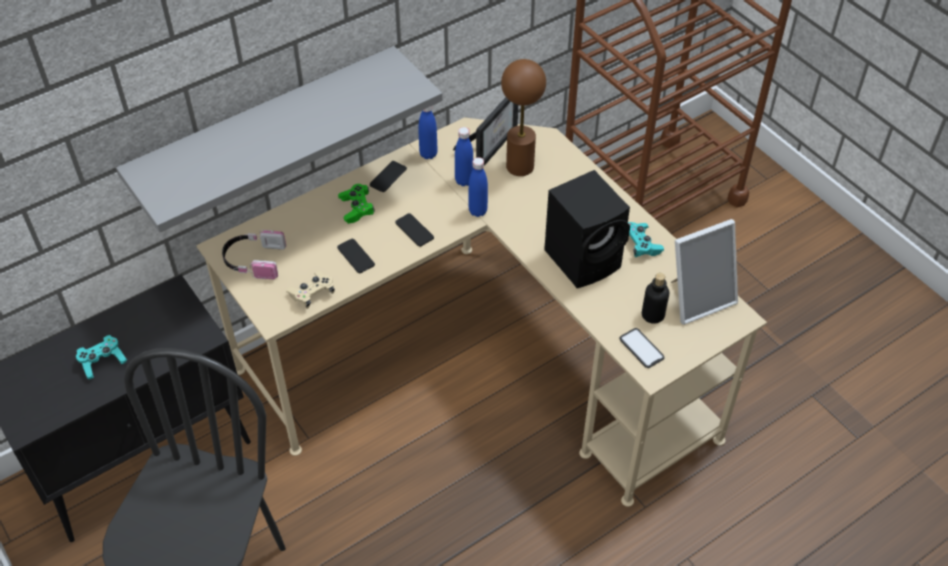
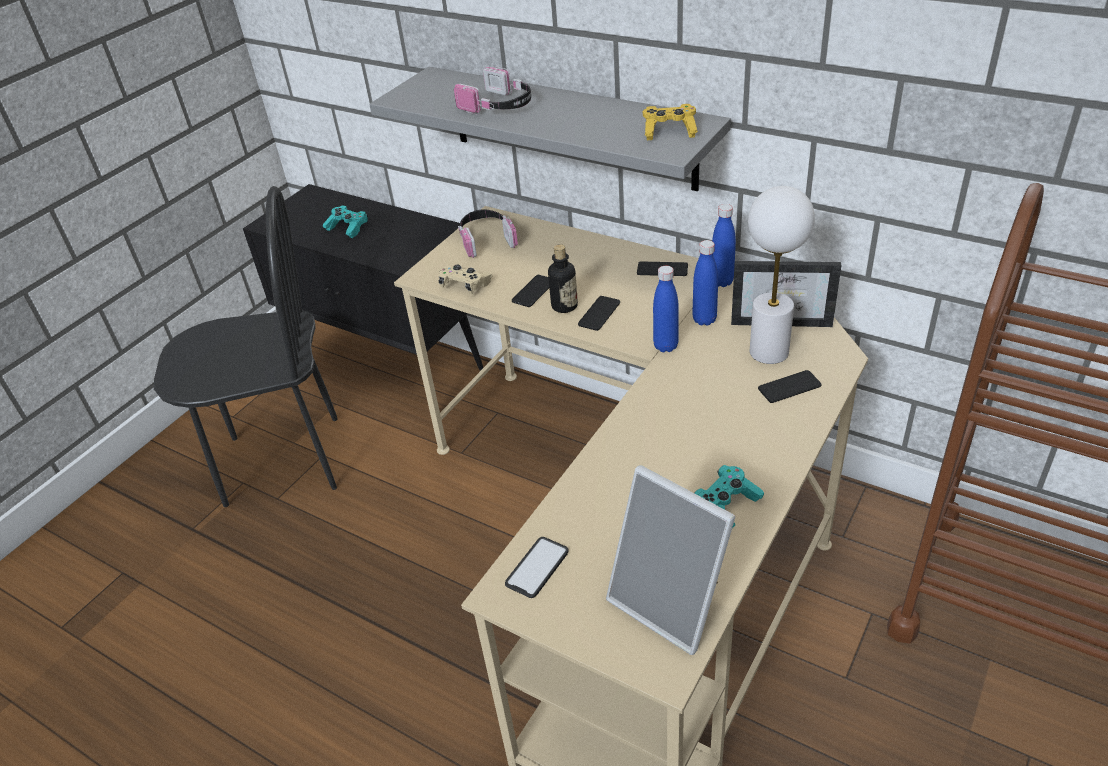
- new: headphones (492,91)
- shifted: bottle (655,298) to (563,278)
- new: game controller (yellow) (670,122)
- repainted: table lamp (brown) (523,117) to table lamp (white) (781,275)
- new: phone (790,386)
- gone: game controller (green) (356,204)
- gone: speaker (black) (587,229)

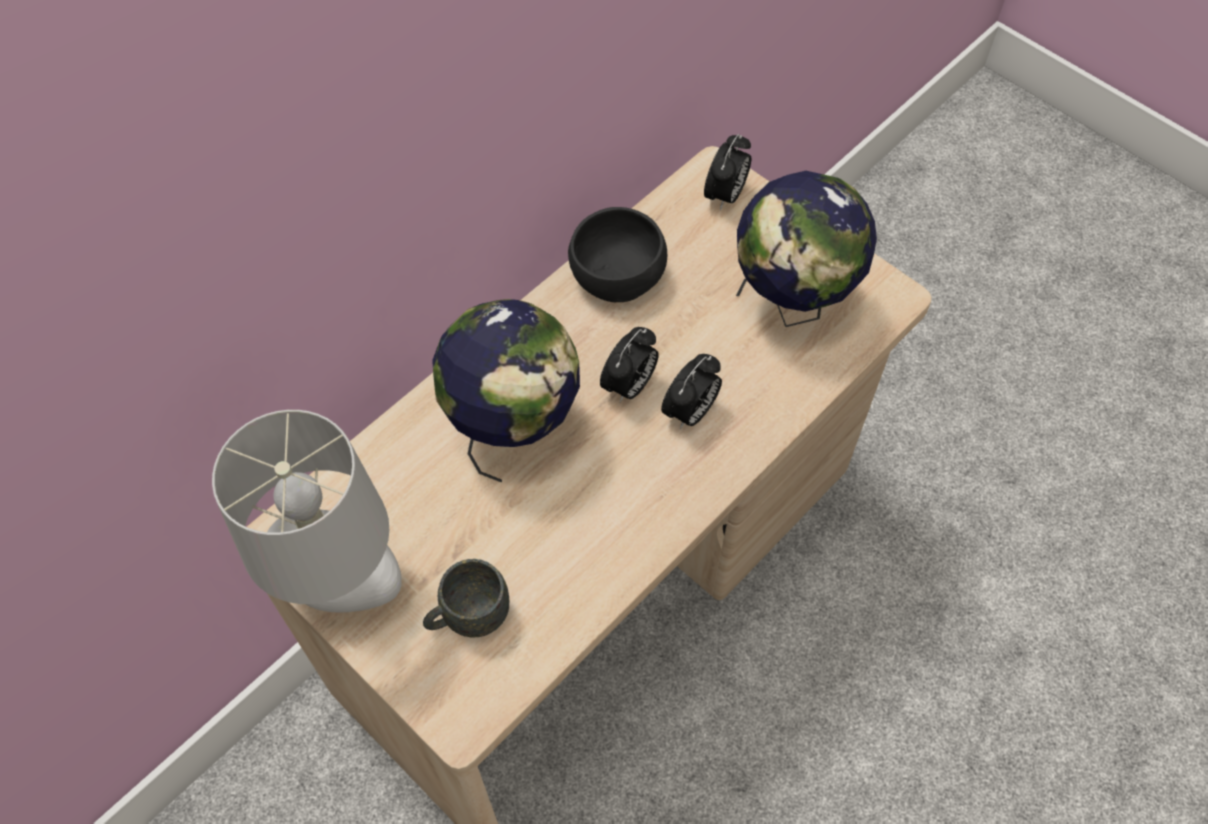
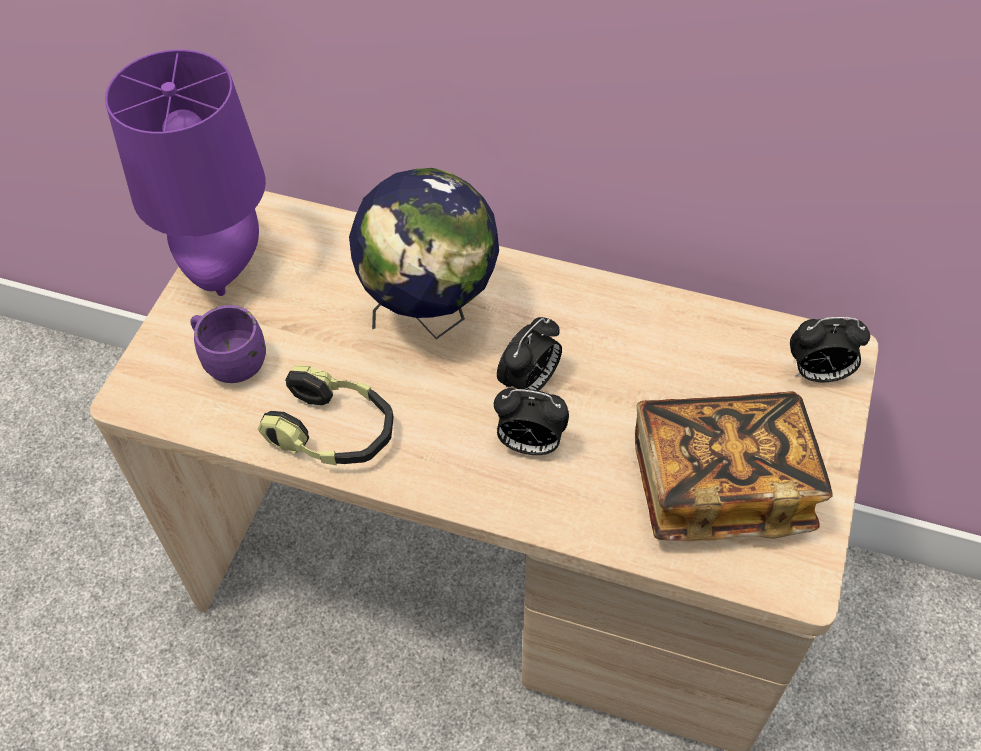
- repainted: table lamp (grey) (307,511) to table lamp (purple) (185,172)
- repainted: mug (grey) (466,598) to mug (purple) (228,344)
- new: headphones (326,415)
- rotated: alarm clock (629,365) = (529,354) 60 degrees counterclockwise
- swapped: globe (806,249) to book (734,466)
- gone: bowl (black) (617,254)

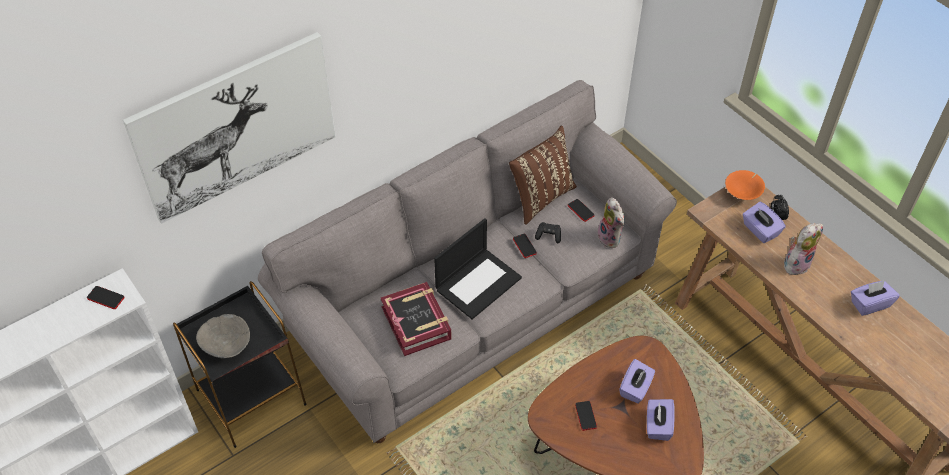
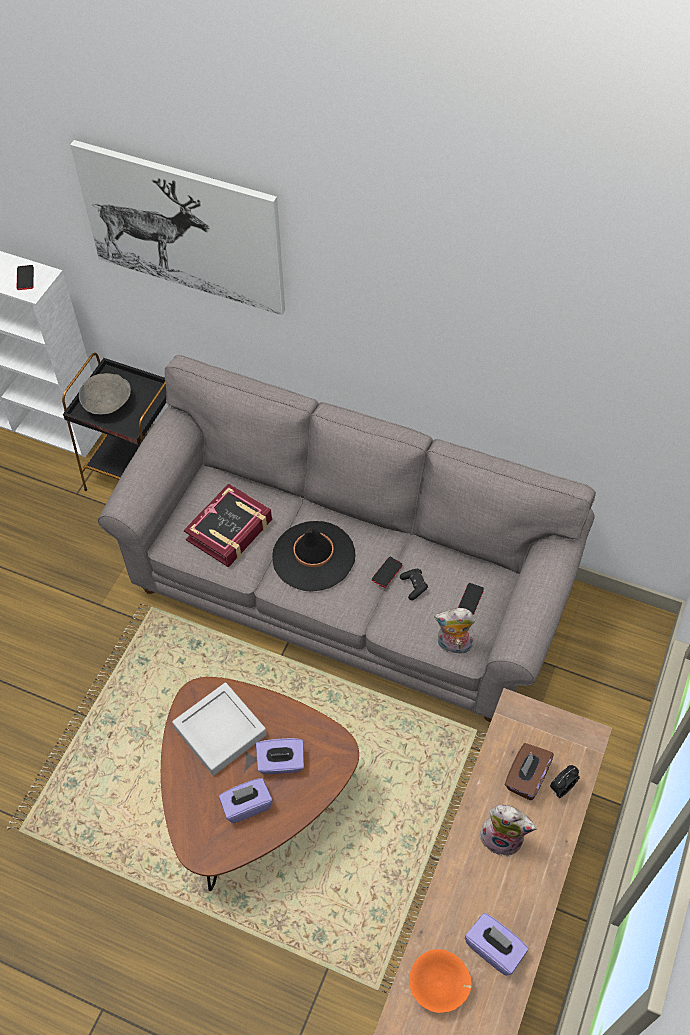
- swapped: phone (586,416) to tray (grey) (219,729)
- swapped: laptop (478,268) to hat (black) (314,556)
- shifted: bowl (orange) (745,185) to (440,981)
- rotated: plush toy (611,222) = (454,632) 60 degrees clockwise
- repainted: tissue box (purple) (764,222) to tissue box (brown) (529,771)
- gone: pillow (brown) (543,175)

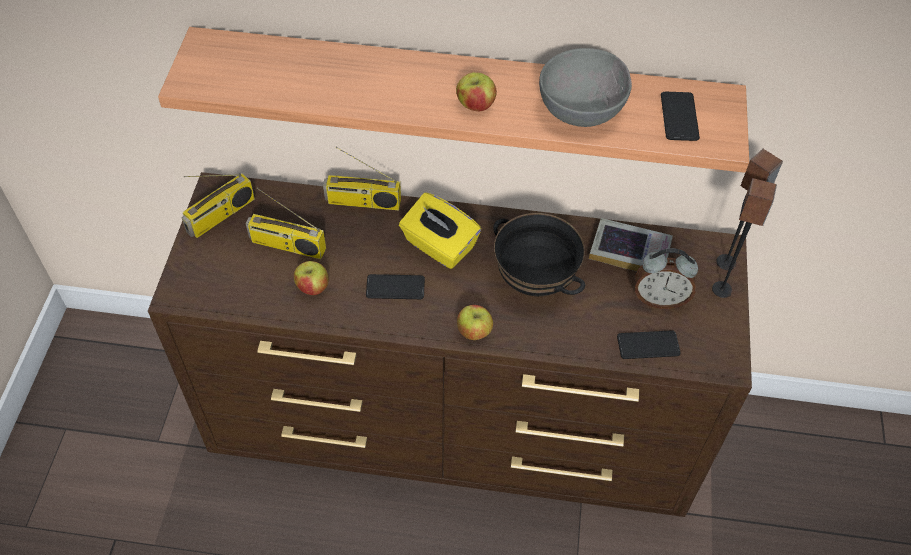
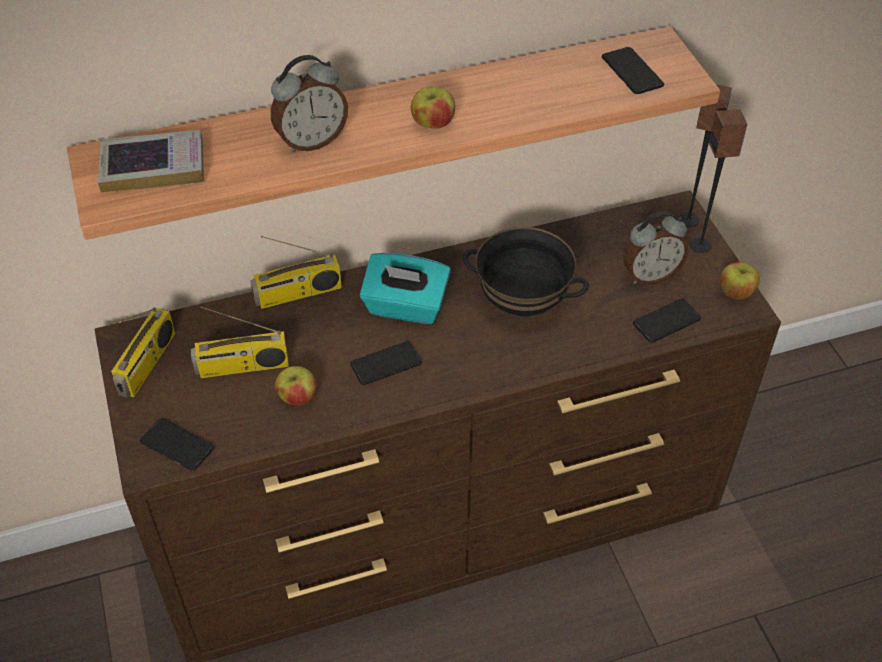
- shifted: book (631,244) to (151,161)
- new: phone (177,444)
- new: alarm clock (309,104)
- repainted: tissue box (yellow) (440,230) to tissue box (turquoise) (405,288)
- shifted: apple (475,322) to (740,281)
- gone: bowl (grey) (585,87)

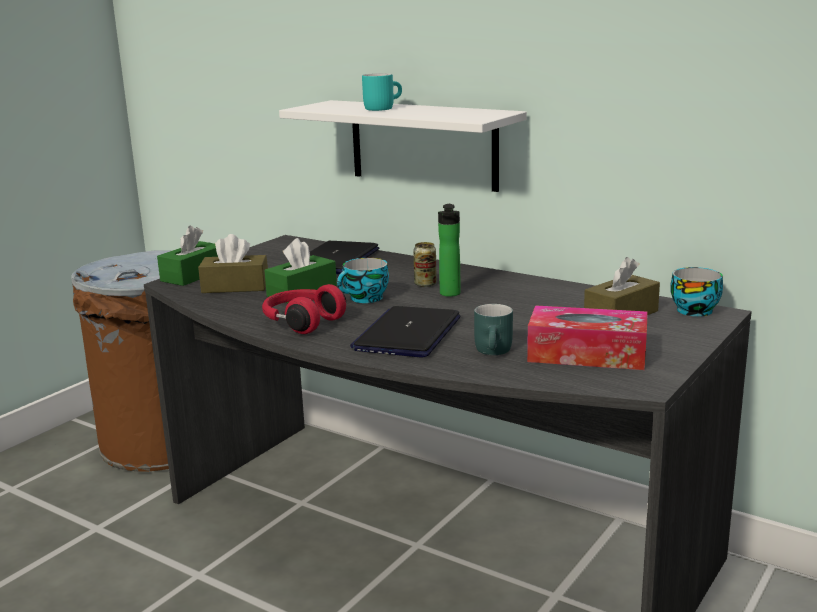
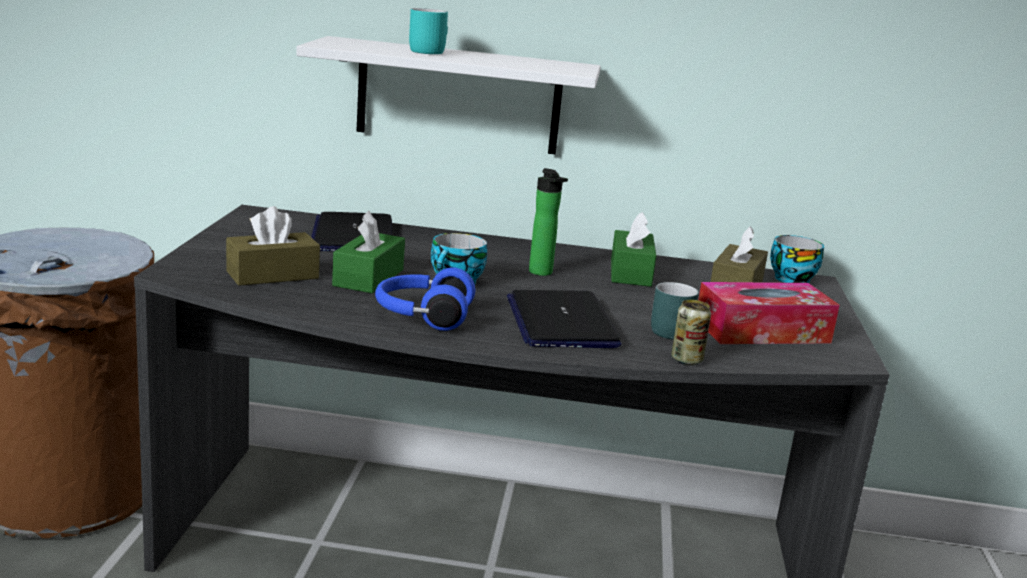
- repainted: headphones (red) (304,309) to headphones (blue) (425,299)
- shifted: tissue box (green) (187,256) to (633,249)
- shifted: can (425,264) to (691,332)

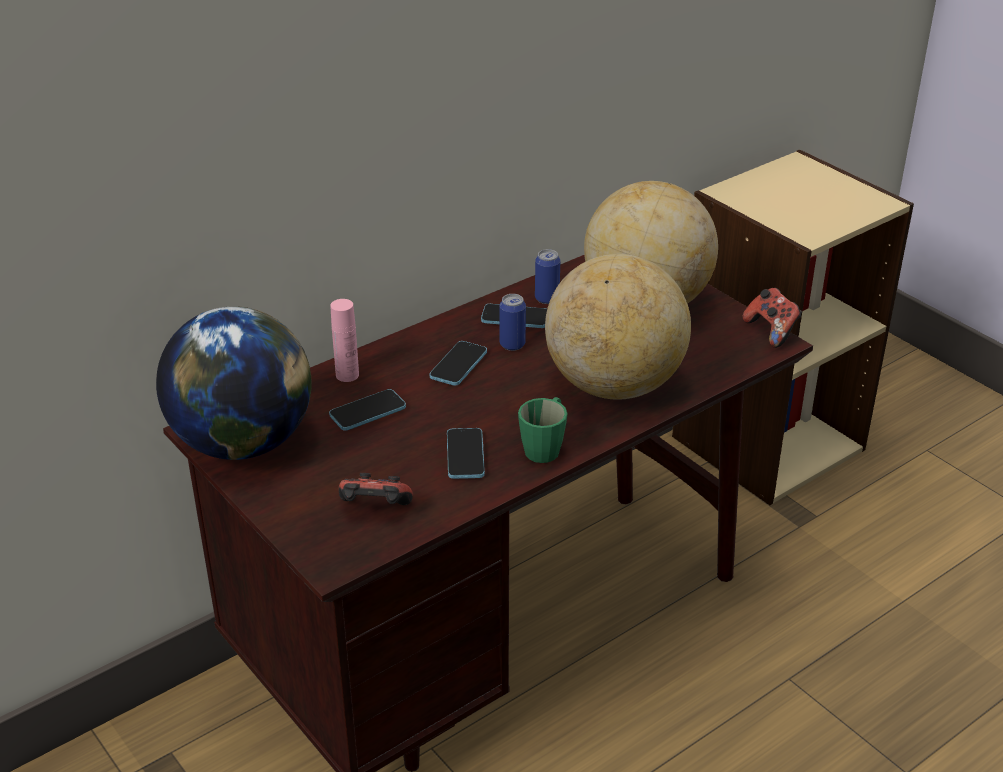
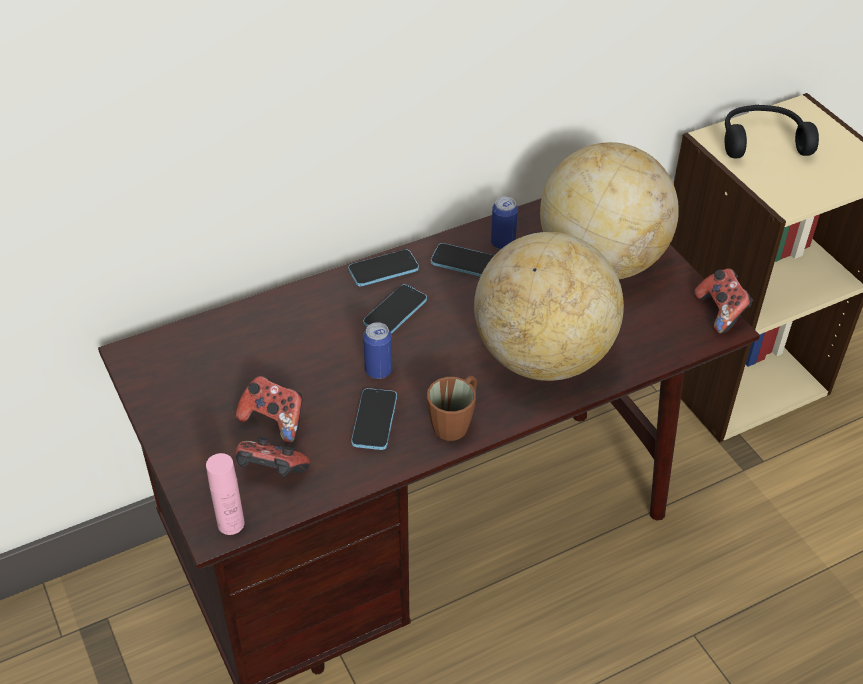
- shifted: bottle (pink) (344,340) to (225,494)
- new: game controller (269,409)
- shifted: phone (367,410) to (383,267)
- shifted: can (513,322) to (377,350)
- repainted: mug (green) (543,430) to mug (brown) (452,408)
- new: headphones (black) (772,131)
- gone: globe (234,383)

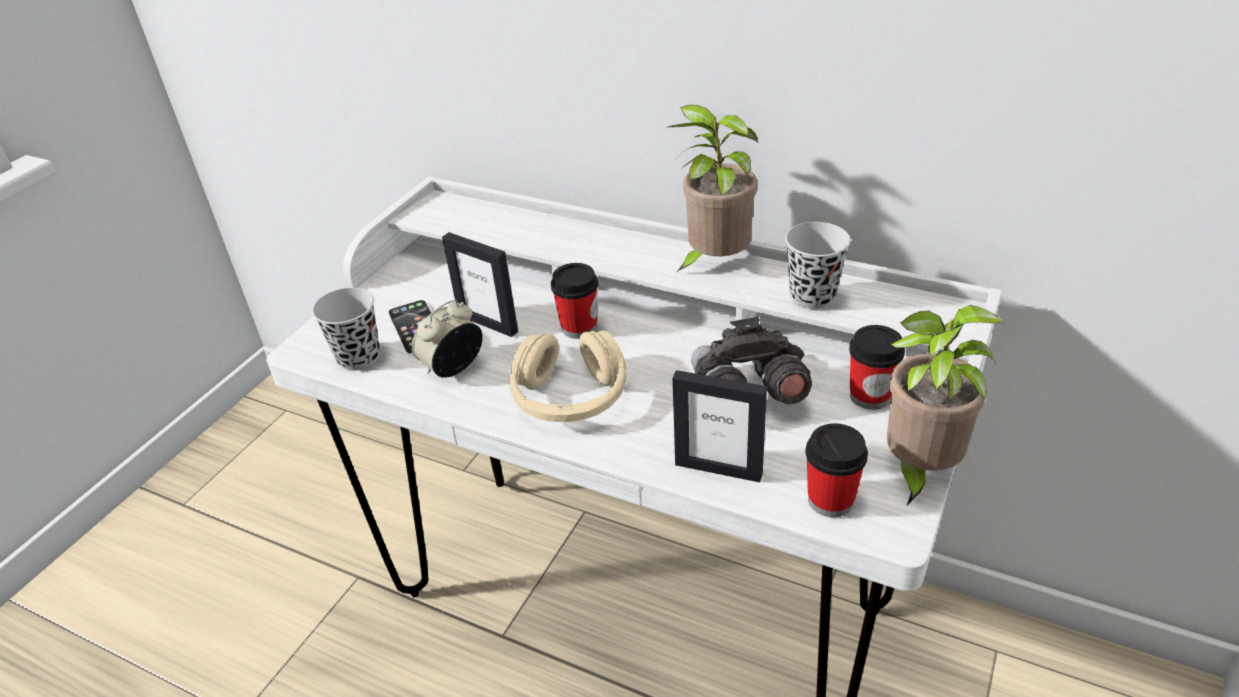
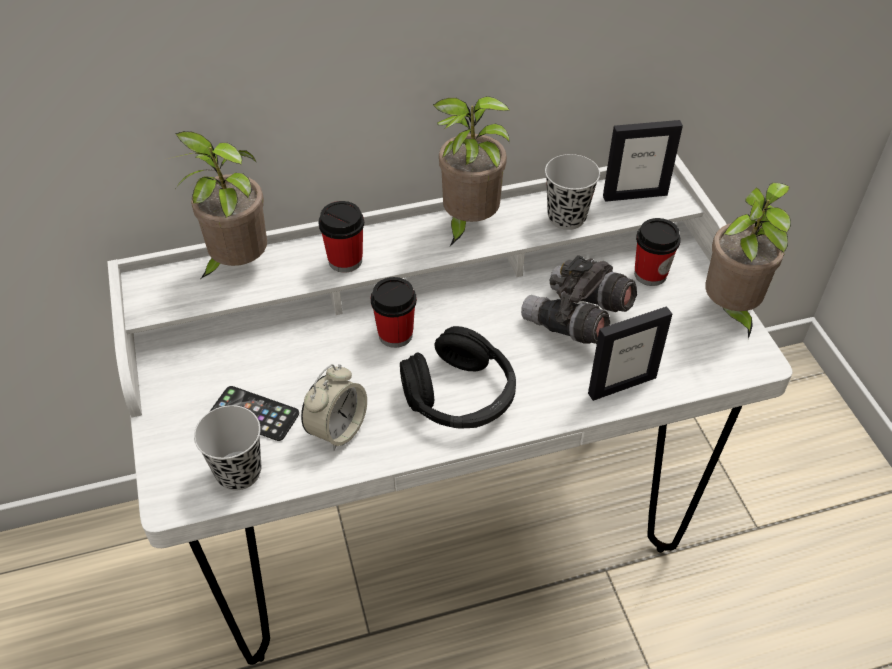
- new: potted plant (217,205)
- rotated: alarm clock (447,339) = (334,407) 150 degrees counterclockwise
- shifted: cup (836,470) to (341,237)
- repainted: headphones (beige) (567,376) to headphones (black) (458,377)
- shifted: picture frame (480,284) to (643,161)

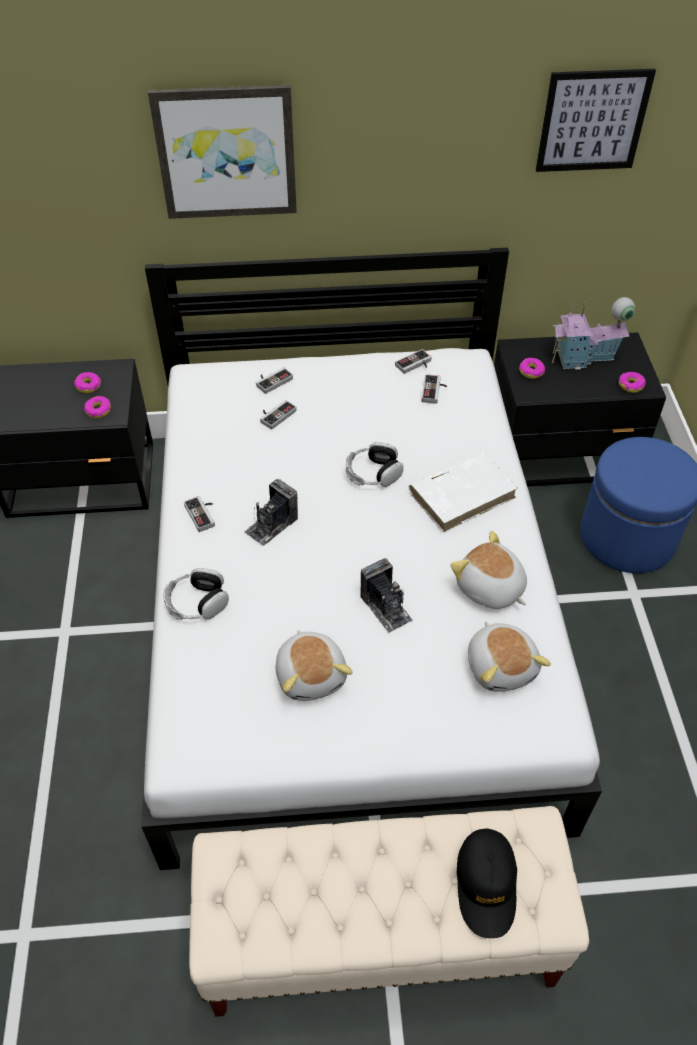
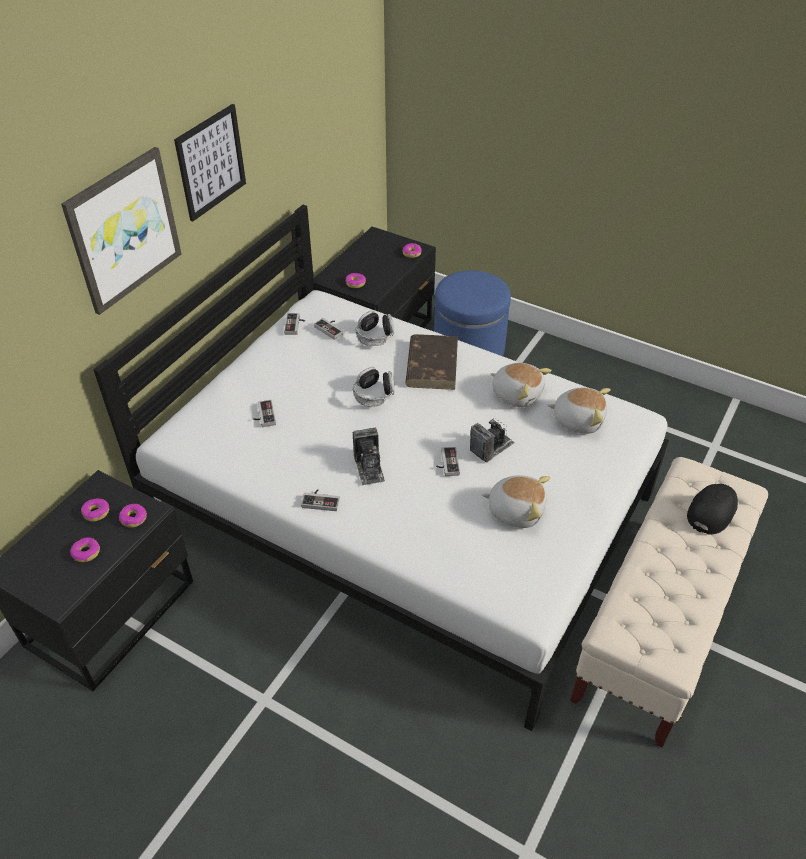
- new: donut (85,549)
- shifted: picture (596,120) to (210,163)
- shifted: headphones (196,594) to (375,328)
- repainted: book (white) (463,492) to book (brown) (431,362)
- shifted: game controller (274,380) to (448,461)
- rotated: photo camera (386,595) = (492,440) 45 degrees counterclockwise
- rotated: plush toy (488,570) = (521,385) 135 degrees counterclockwise
- rotated: cap (black) (487,883) = (712,509) 90 degrees counterclockwise
- gone: toy house (593,333)

